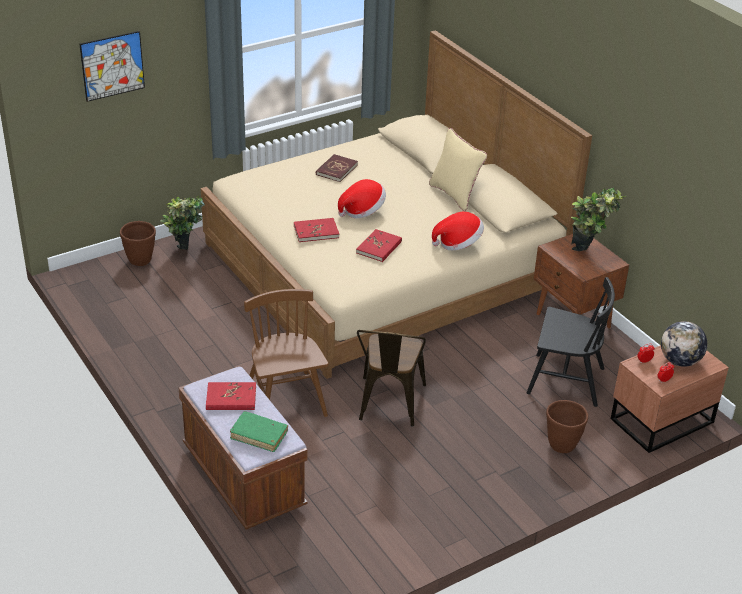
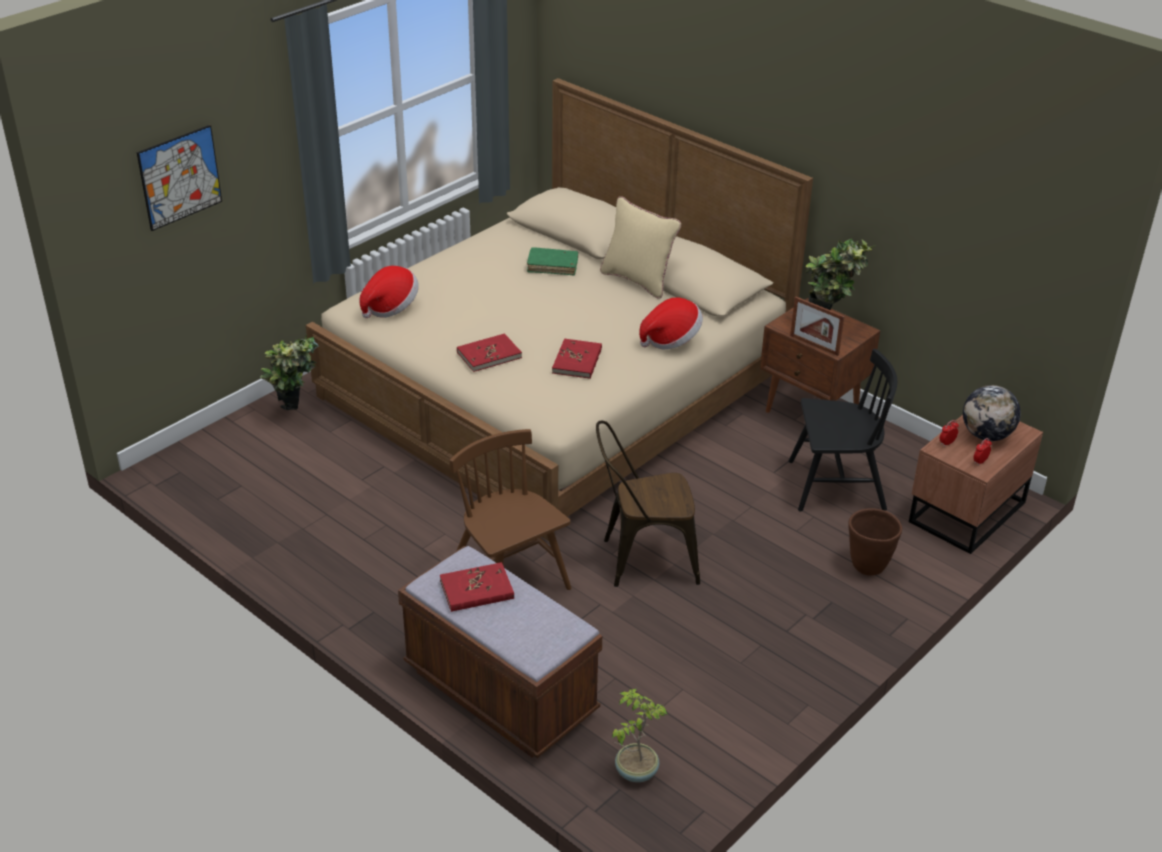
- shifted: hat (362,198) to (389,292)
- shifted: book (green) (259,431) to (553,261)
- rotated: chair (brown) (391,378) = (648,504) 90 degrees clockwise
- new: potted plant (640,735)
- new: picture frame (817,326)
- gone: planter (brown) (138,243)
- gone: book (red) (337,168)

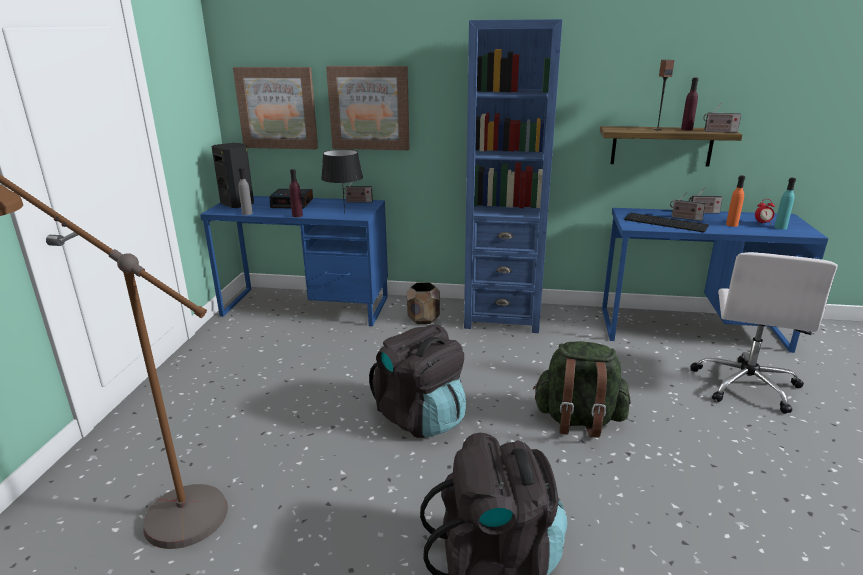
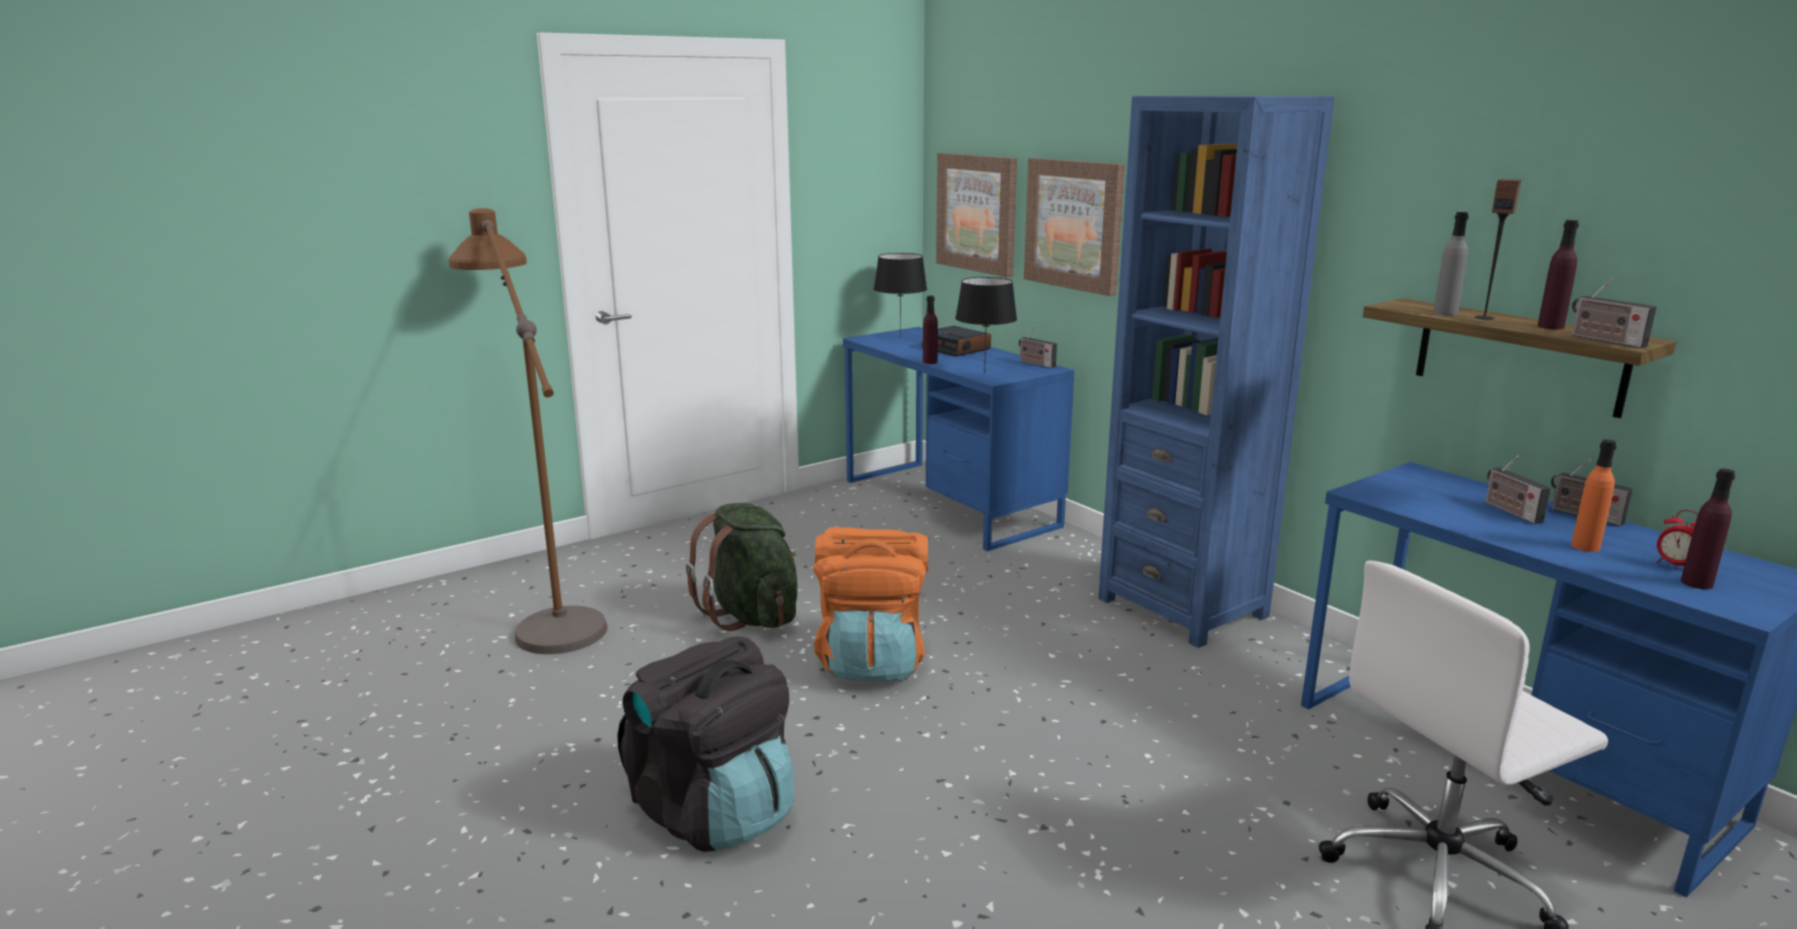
- shifted: backpack (green) (582,389) to (741,567)
- repainted: backpack (black) (417,381) to backpack (orange) (870,604)
- swapped: speaker (black) (232,176) to table lamp (black) (900,295)
- shifted: bottle (grey) (245,191) to (1451,263)
- repainted: bottle (turquoise) (785,204) to bottle (purple) (1708,528)
- gone: planter (brown) (423,303)
- gone: keyboard (666,223)

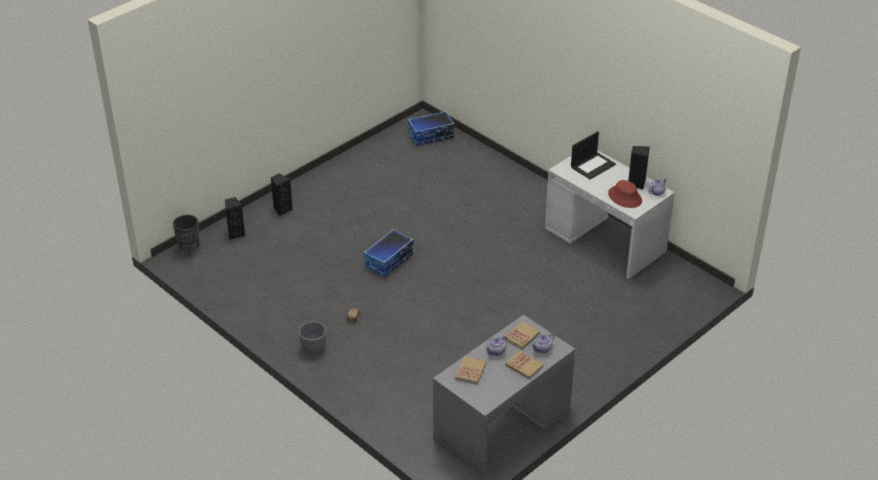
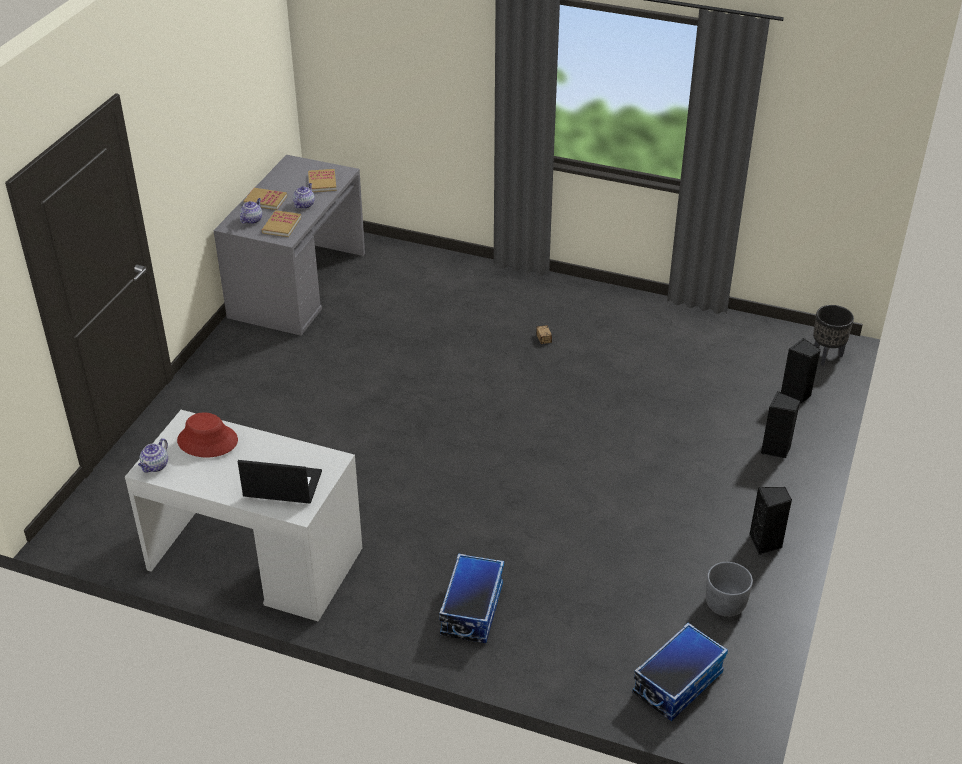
- rotated: laptop (593,155) = (280,481) 75 degrees clockwise
- shifted: storage box (388,253) to (471,598)
- shifted: planter (grey) (312,338) to (729,589)
- shifted: speaker (black) (638,168) to (770,521)

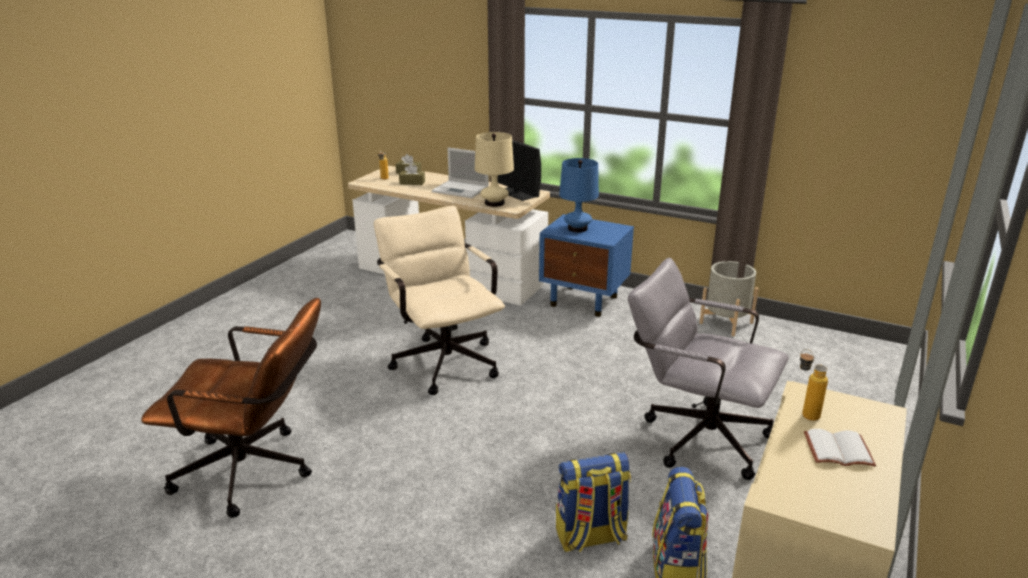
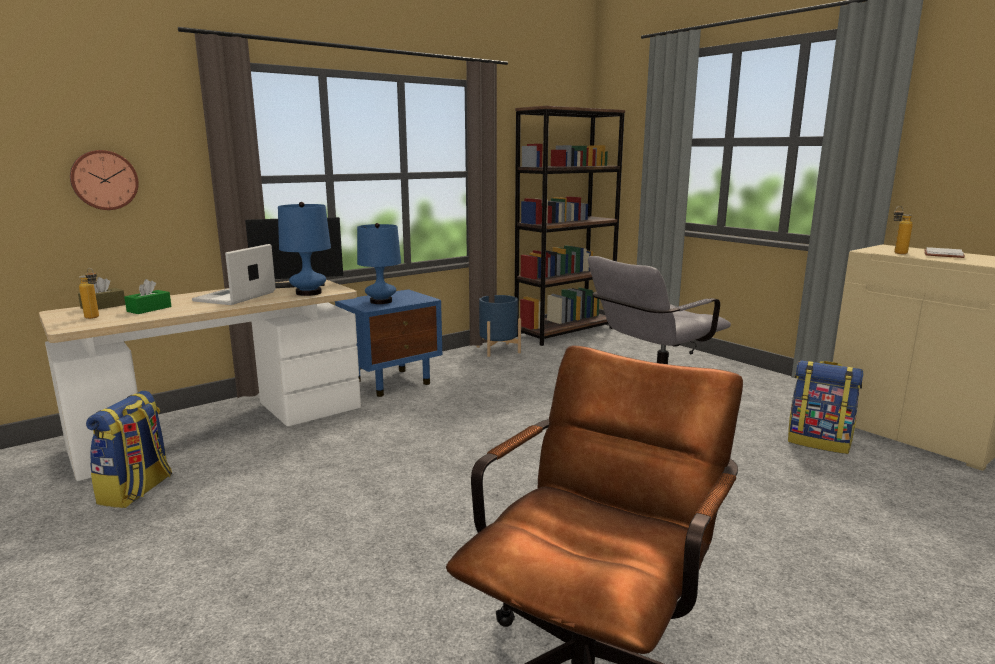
- new: wall clock (104,180)
- shifted: backpack (593,502) to (129,449)
- repainted: tissue box (brown) (412,174) to tissue box (green) (148,296)
- rotated: laptop (460,172) = (234,274) 150 degrees clockwise
- repainted: table lamp (beige) (494,169) to table lamp (blue) (304,249)
- repainted: planter (grey) (729,298) to planter (blue) (499,326)
- new: bookcase (brown) (570,226)
- gone: office chair (beige) (439,300)

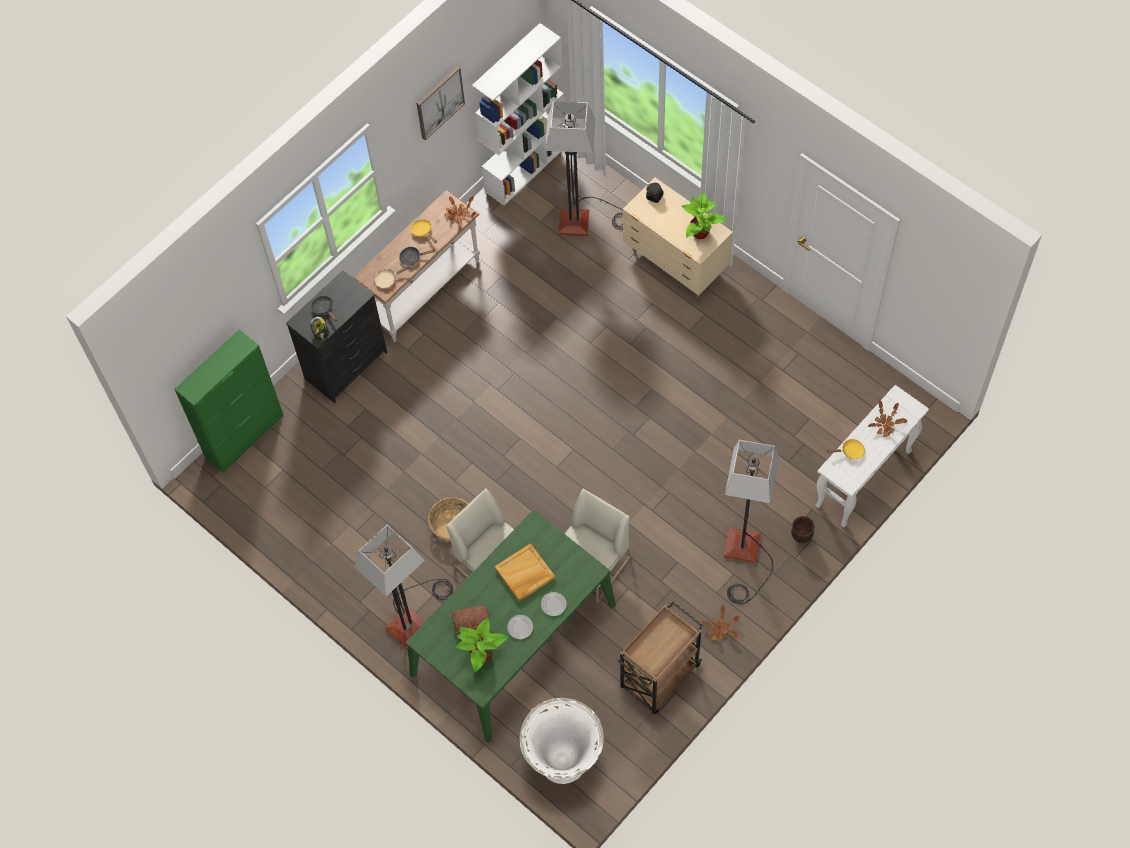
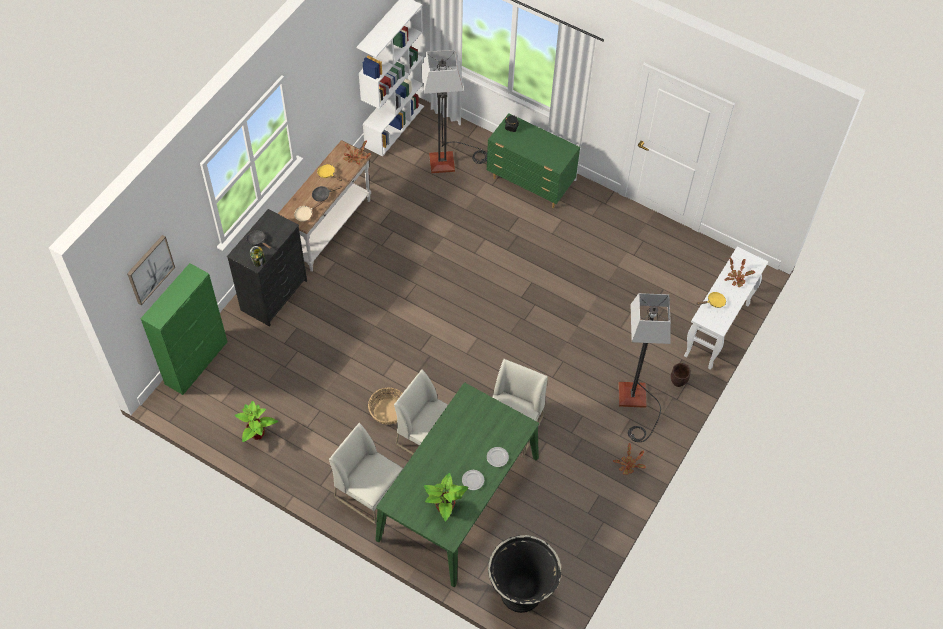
- shifted: picture (440,103) to (151,270)
- shifted: potted plant (704,215) to (256,421)
- swapped: floor lamp (404,587) to chair (white) (366,474)
- repainted: dresser (beige) (678,238) to dresser (green) (533,160)
- repainted: planter (white) (561,741) to planter (black) (524,574)
- gone: bread (471,618)
- gone: tray (beige) (525,572)
- gone: cart (brown) (660,657)

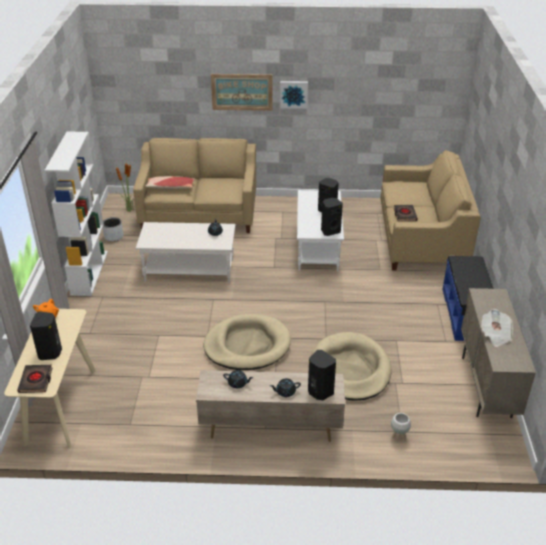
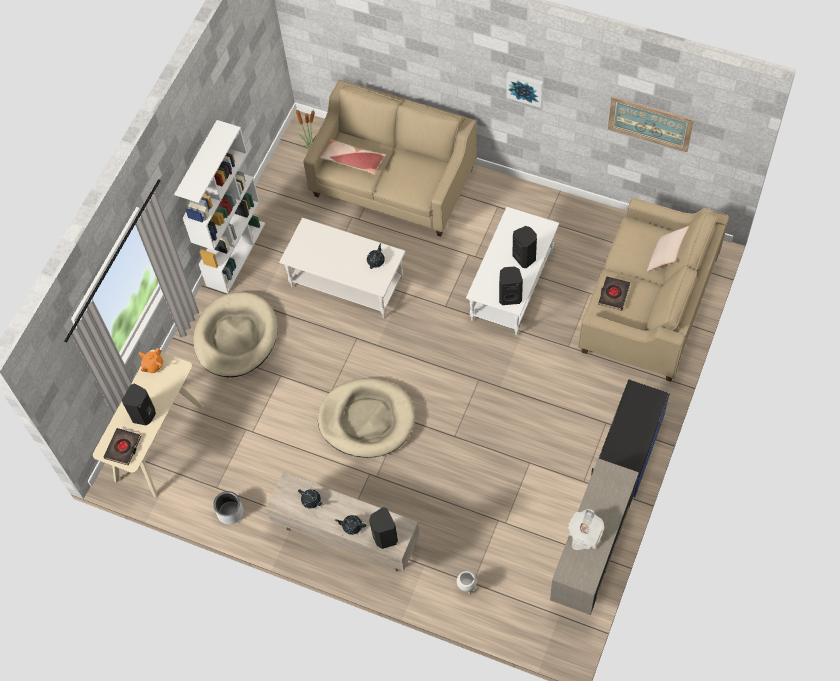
- shifted: dog bed (beige) (351,366) to (235,334)
- shifted: planter (grey) (113,229) to (228,507)
- shifted: picture (242,92) to (651,124)
- new: pillow (beige) (668,249)

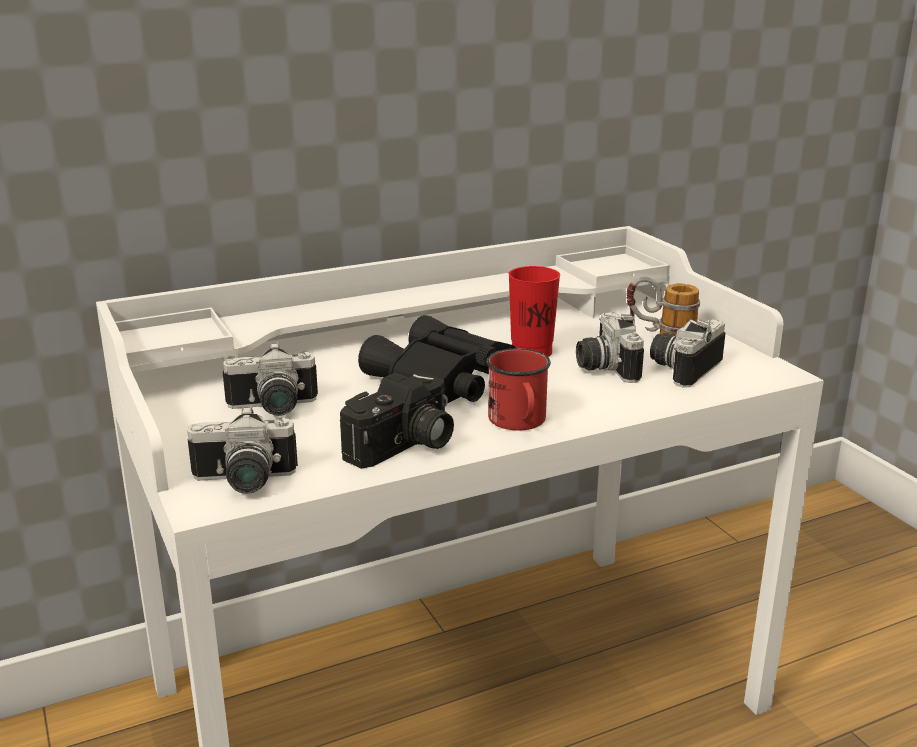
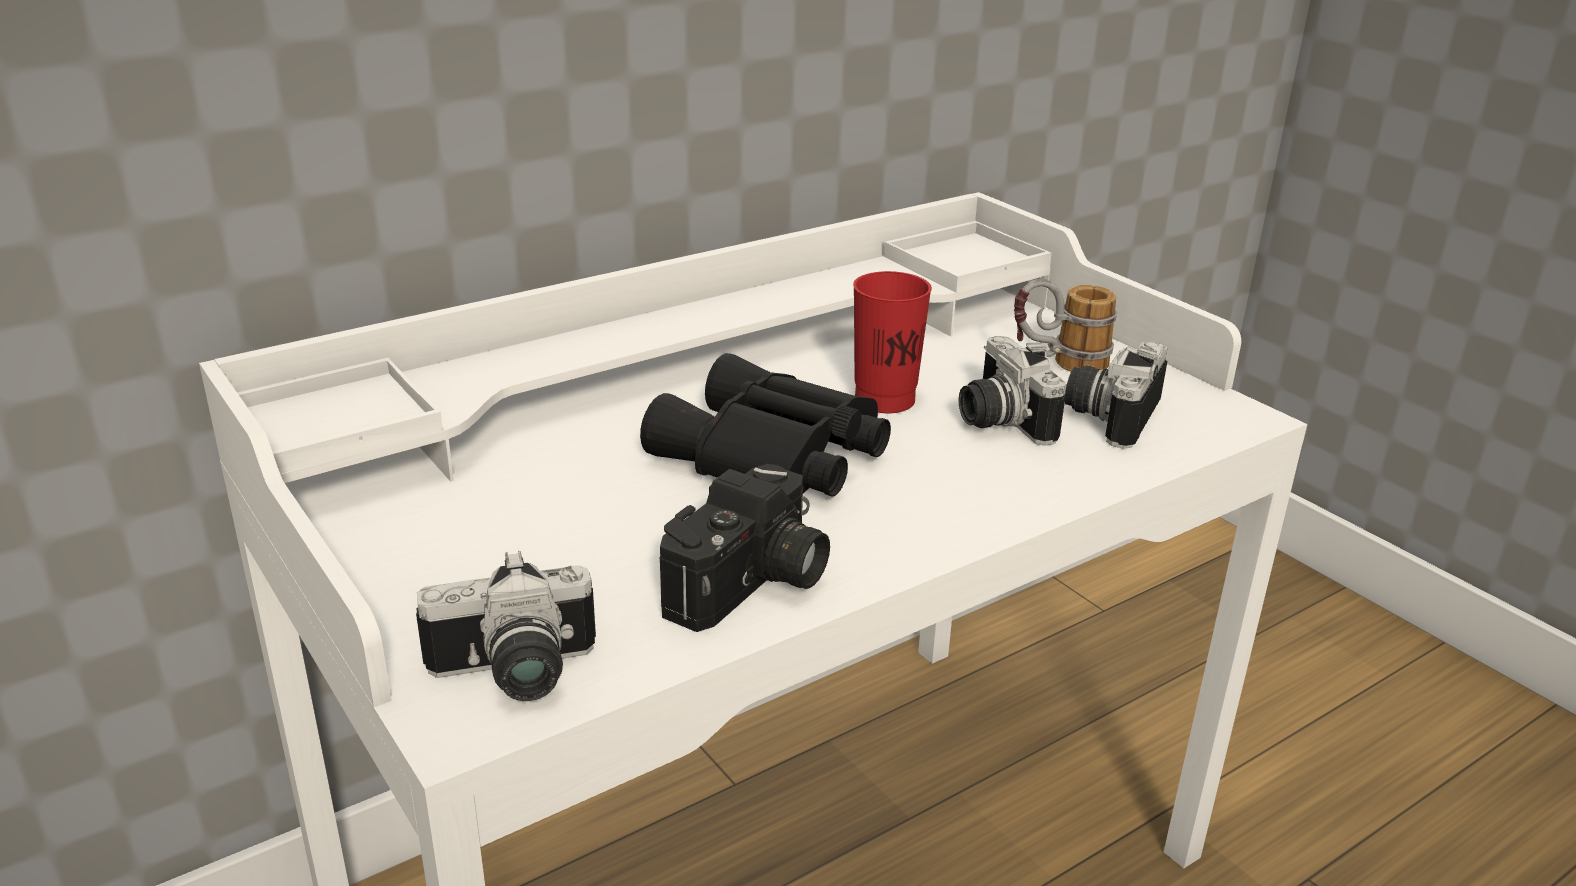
- gone: photo camera (270,379)
- gone: mug (red) (518,389)

